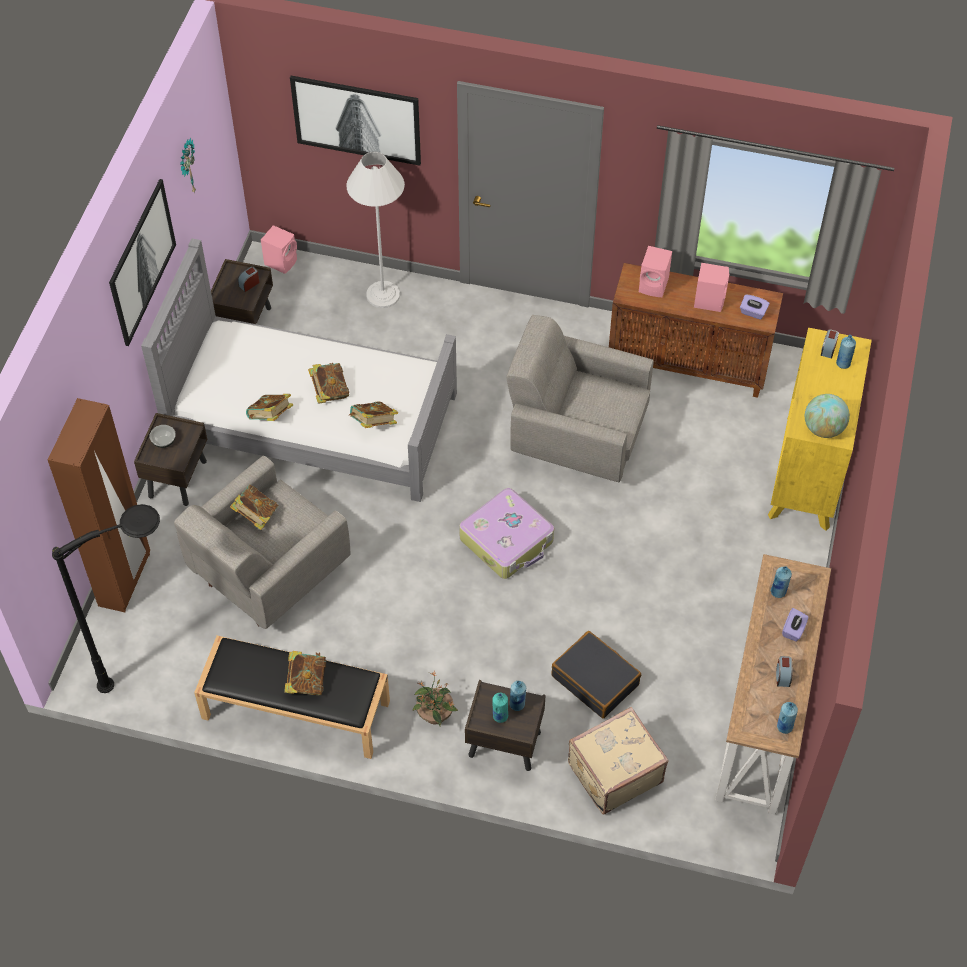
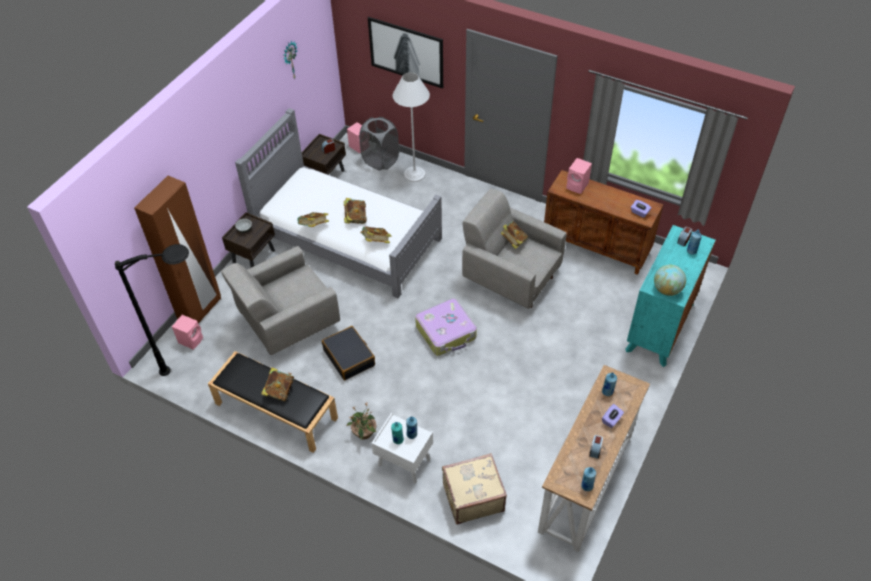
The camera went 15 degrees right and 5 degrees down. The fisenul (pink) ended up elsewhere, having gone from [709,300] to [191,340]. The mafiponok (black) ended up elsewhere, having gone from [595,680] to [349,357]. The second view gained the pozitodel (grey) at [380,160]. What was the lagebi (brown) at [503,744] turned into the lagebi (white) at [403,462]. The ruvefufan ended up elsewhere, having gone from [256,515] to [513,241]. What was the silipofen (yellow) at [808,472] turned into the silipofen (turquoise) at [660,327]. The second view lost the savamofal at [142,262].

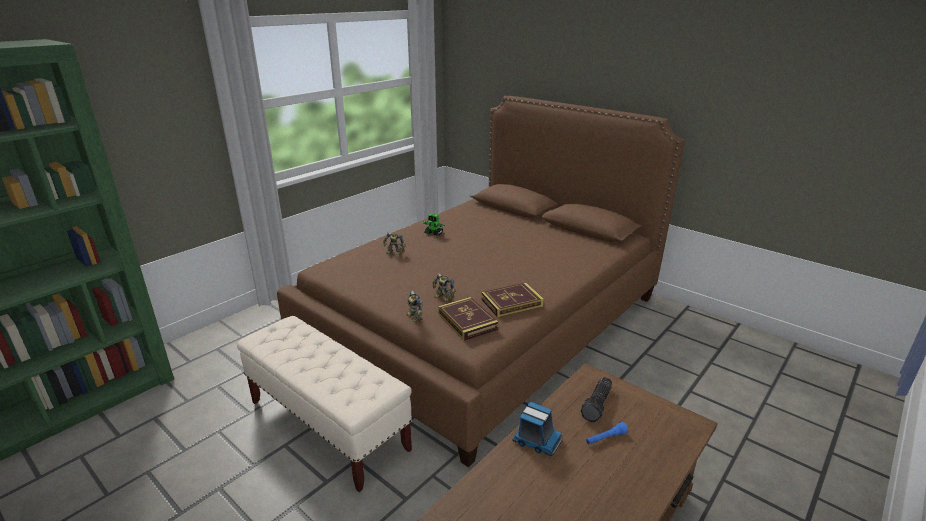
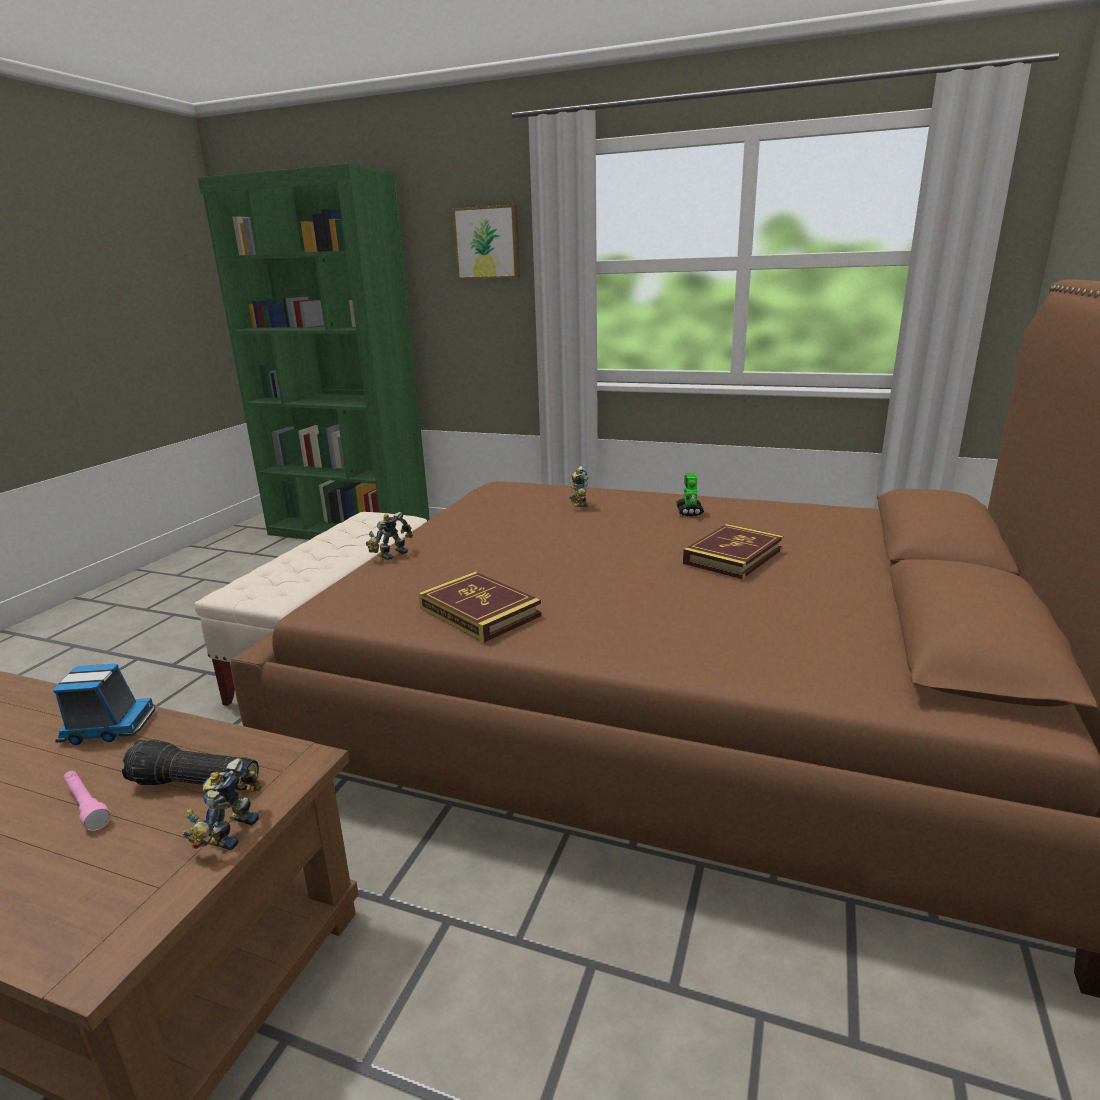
The camera went 70 degrees right and 5 degrees down. The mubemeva at [536,440] ended up facing another way, 105 degrees counterclockwise from before. What was the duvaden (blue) at [605,438] turned into the duvaden (pink) at [86,806]. The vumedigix ended up elsewhere, having gone from [443,298] to [229,831]. The second view gained the savamofal at [488,243]. The ruvefufan ended up elsewhere, having gone from [467,321] to [733,556].

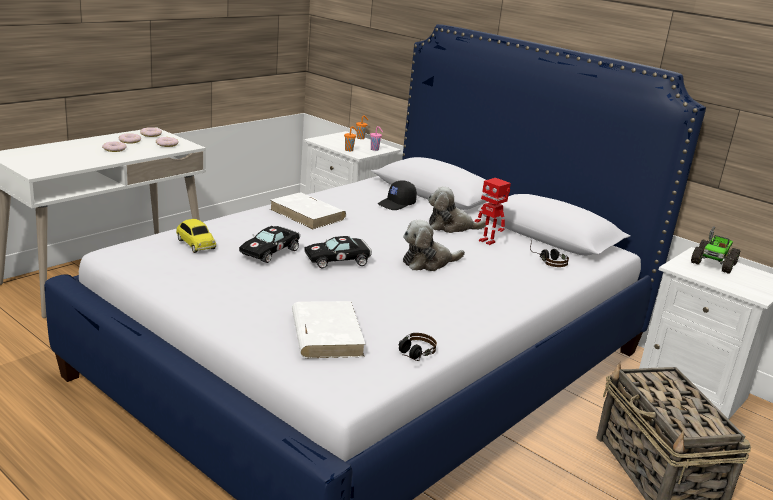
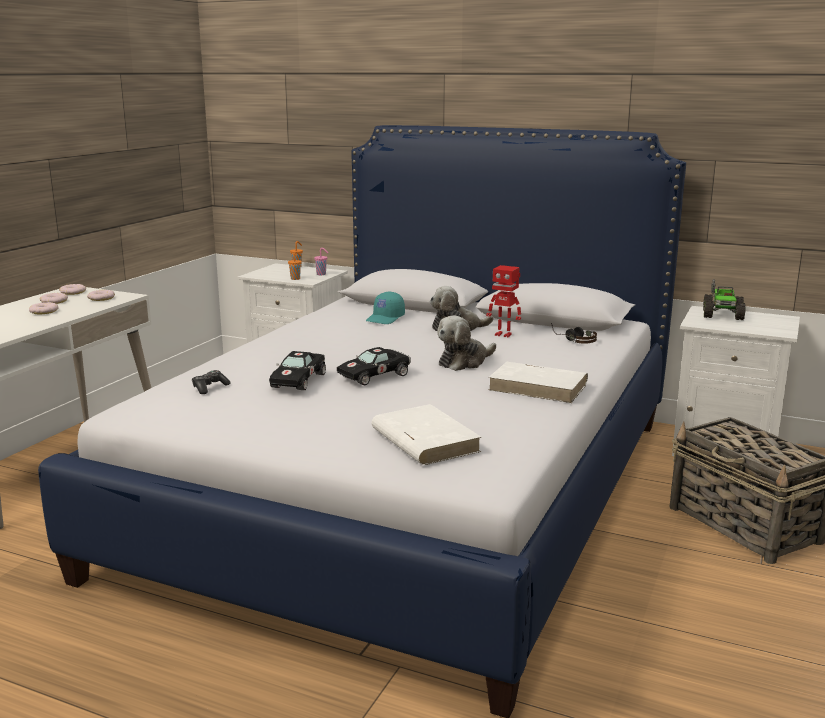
The camera went 15 degrees left and 5 degrees down. Where the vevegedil stood at [195,244], the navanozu came to stand at [209,388]. What was the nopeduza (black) at [397,204] turned into the nopeduza (turquoise) at [386,318]. The ruvefufan (white) ended up elsewhere, having gone from [308,214] to [539,387]. The second view lost the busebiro at [412,356].

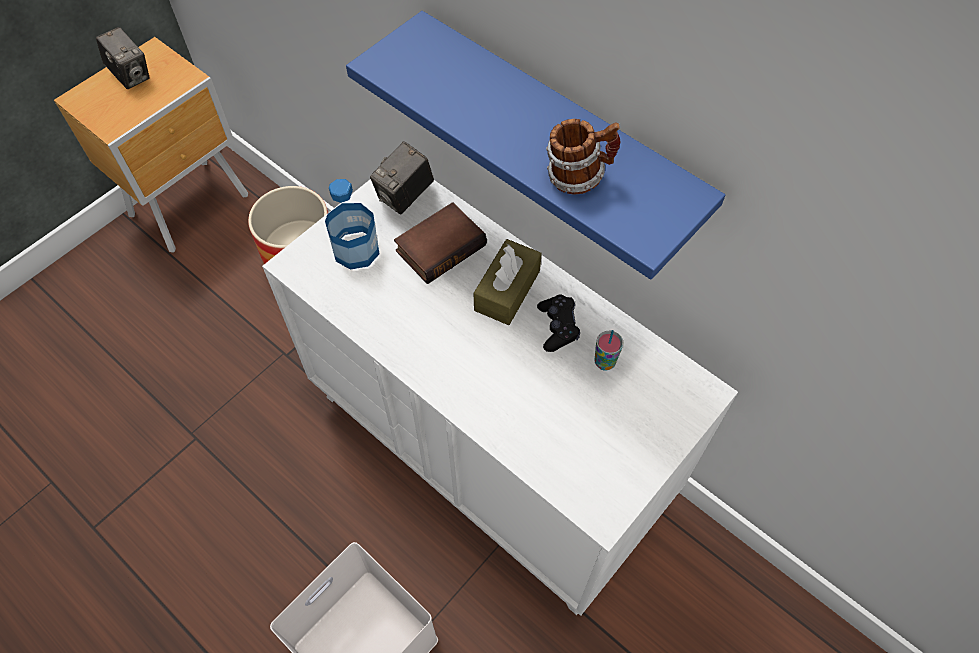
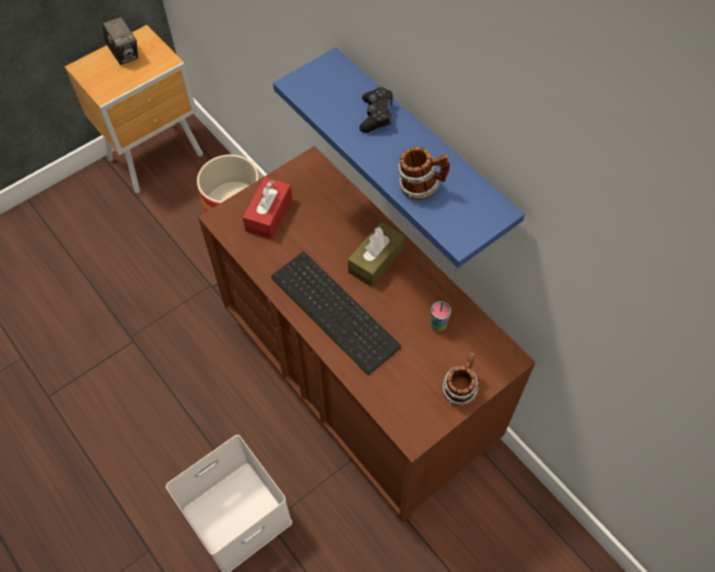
The camera went 10 degrees right and 0 degrees up. What was the silipofen (white) at [490,450] turned into the silipofen (brown) at [359,385]. Where the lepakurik stood at [356,250], the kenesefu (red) came to stand at [269,214]. The second view gained the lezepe at [337,310]. The navanozu (black) ended up elsewhere, having gone from [558,327] to [376,115]. The second view gained the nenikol at [459,389]. The second view lost the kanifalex at [405,196]. The second view lost the ruvefufan at [440,246].

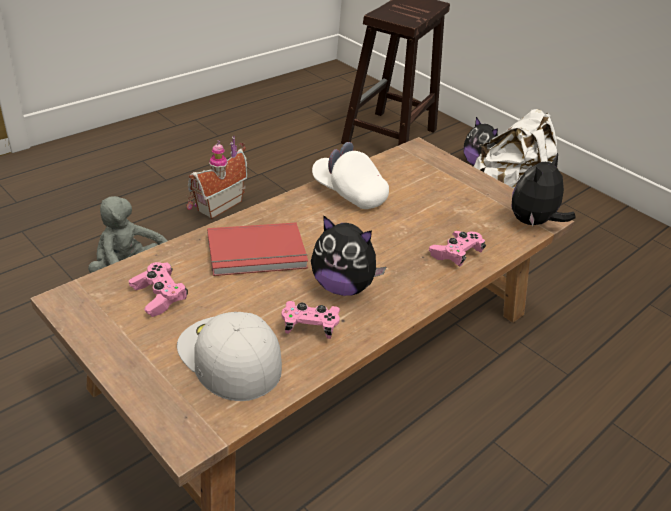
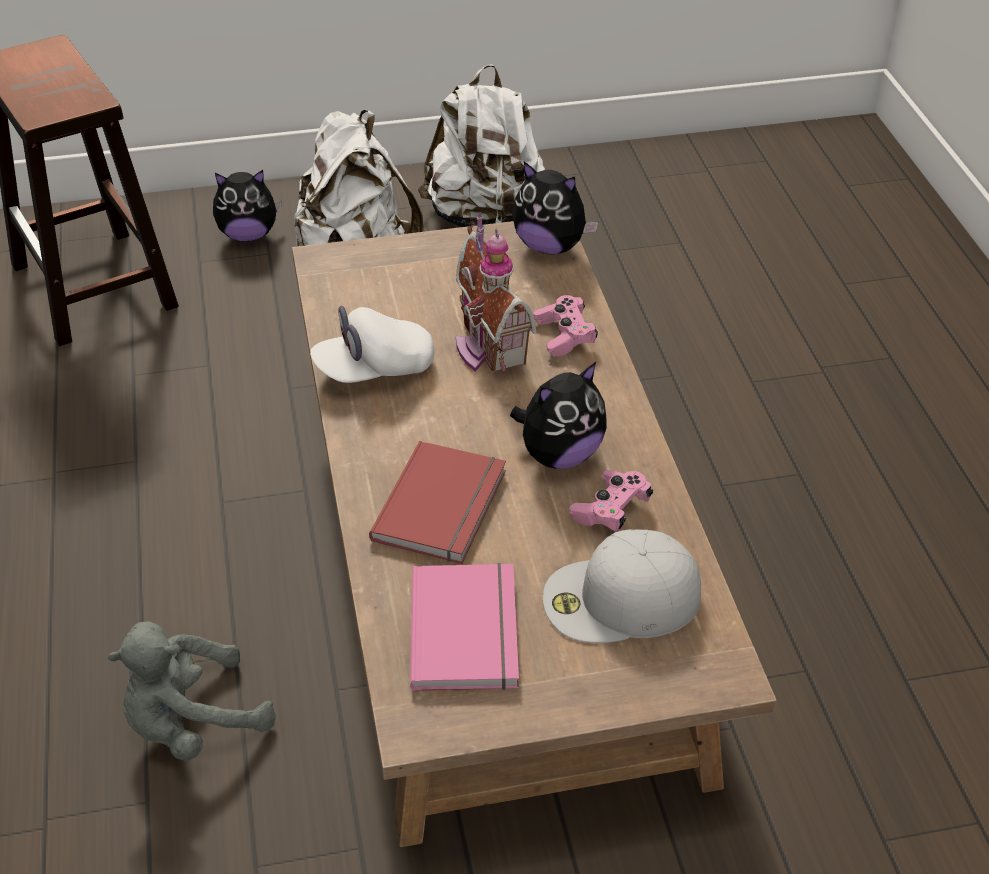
The camera went 55 degrees left and 5 degrees up. Where the navanozu (pink) stood at [159,296], the ruvefufan (pink) came to stand at [469,629]. The second view gained the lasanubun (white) at [486,218]. The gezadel ended up elsewhere, having gone from [216,205] to [487,347]. The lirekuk at [533,223] ended up facing another way, 45 degrees counterclockwise from before.

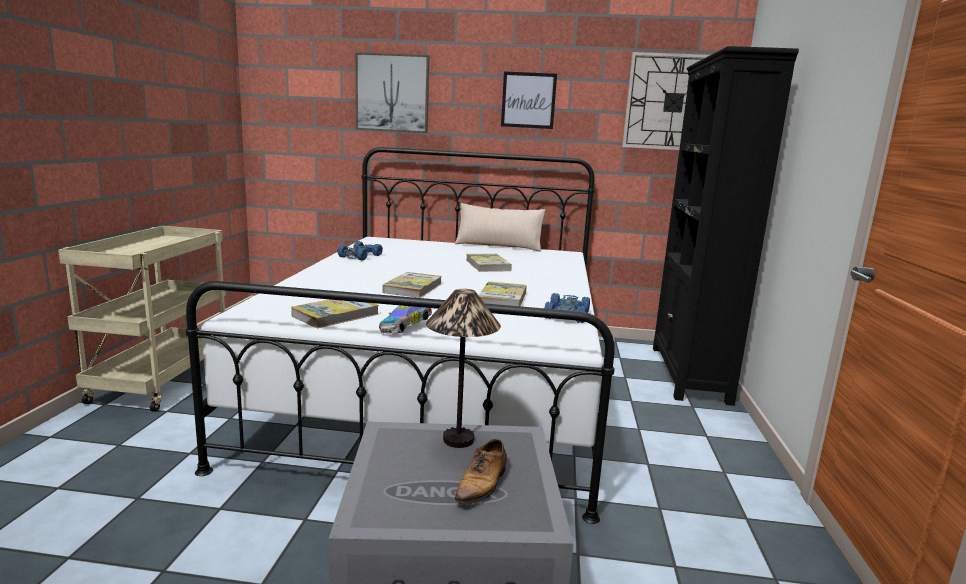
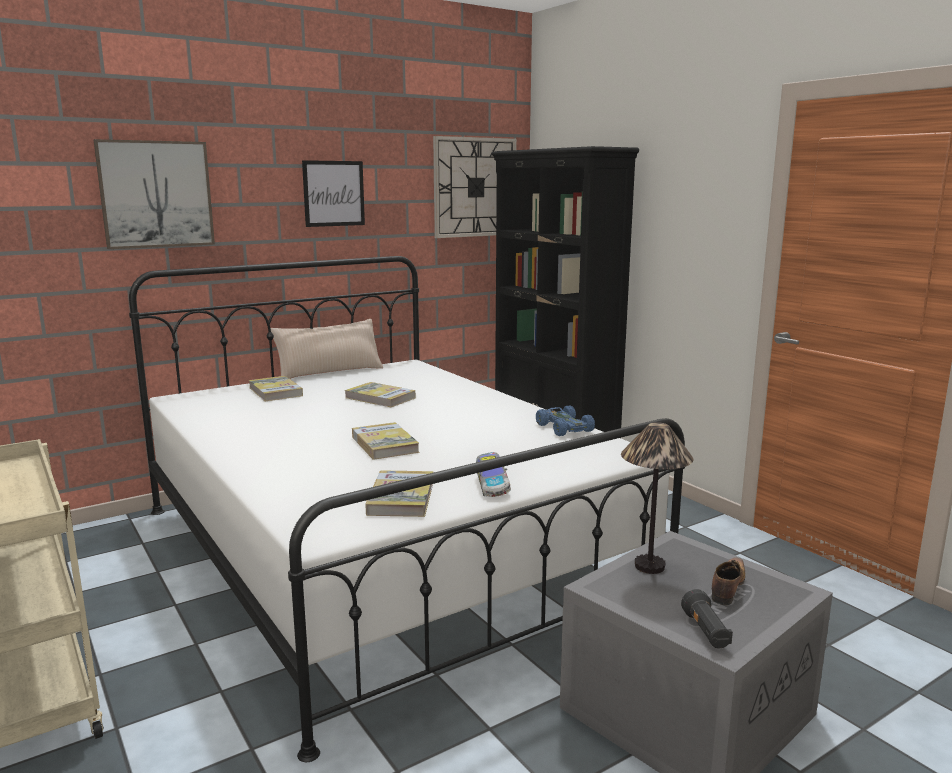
The camera went 40 degrees left and 0 degrees up. The ruvefufan ended up elsewhere, having gone from [502,298] to [275,391]. The second view gained the duvaden (black) at [706,632]. The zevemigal at [482,484] ended up facing another way, 135 degrees counterclockwise from before. The second view lost the vevegedil (blue) at [360,256].

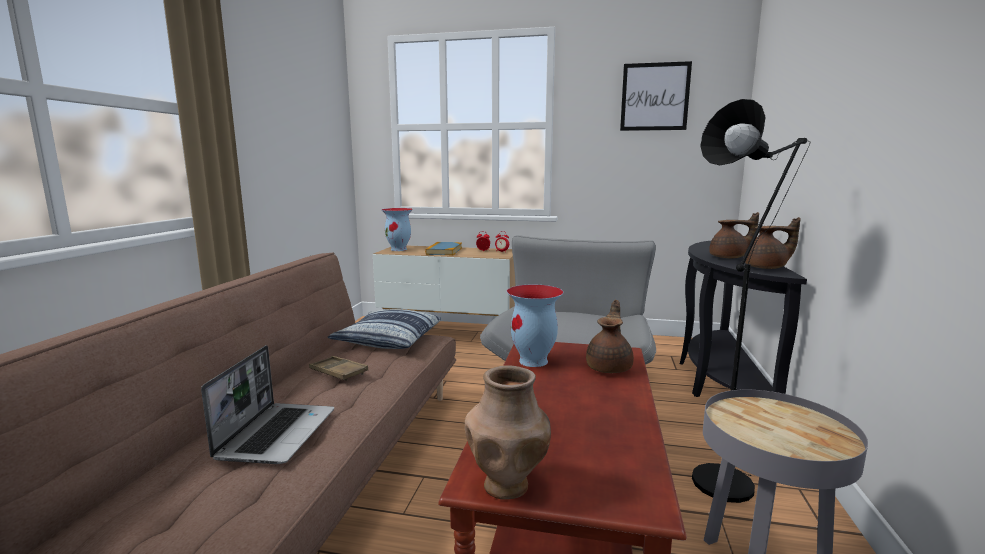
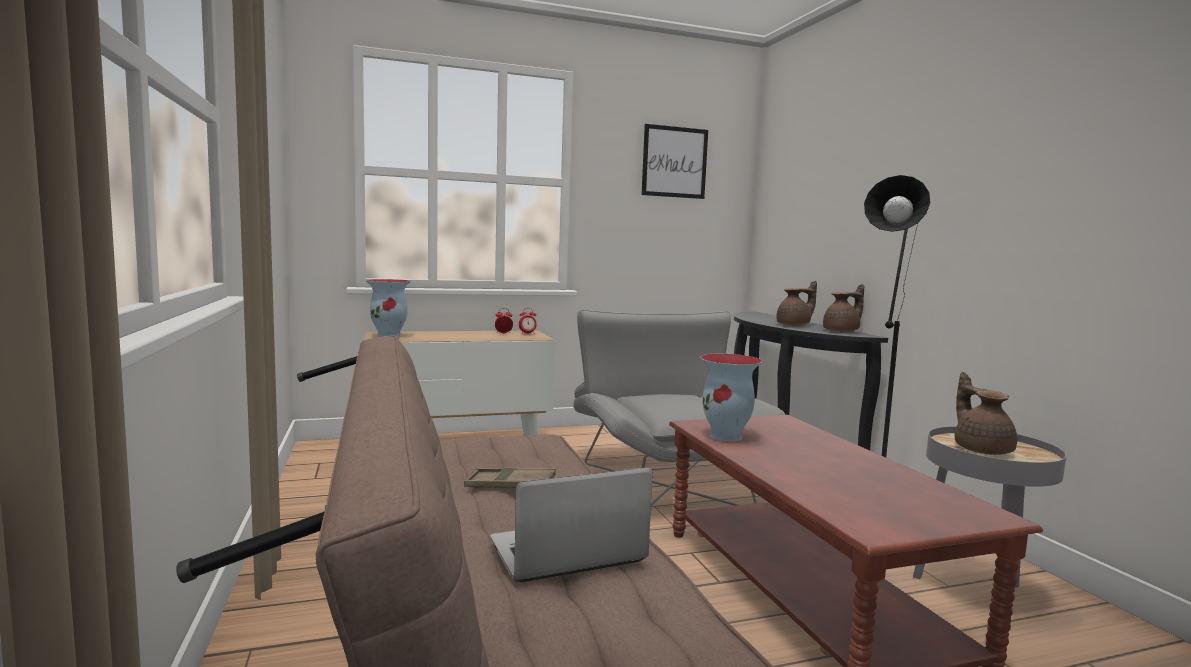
The camera went 30 degrees left and 5 degrees down. The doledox at [277,433] ended up facing another way, 90 degrees counterclockwise from before. The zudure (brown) ended up elsewhere, having gone from [610,367] to [981,449]. The second view lost the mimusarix at [388,339]. The second view lost the ruvefufan at [444,251]. The second view lost the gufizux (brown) at [507,485].

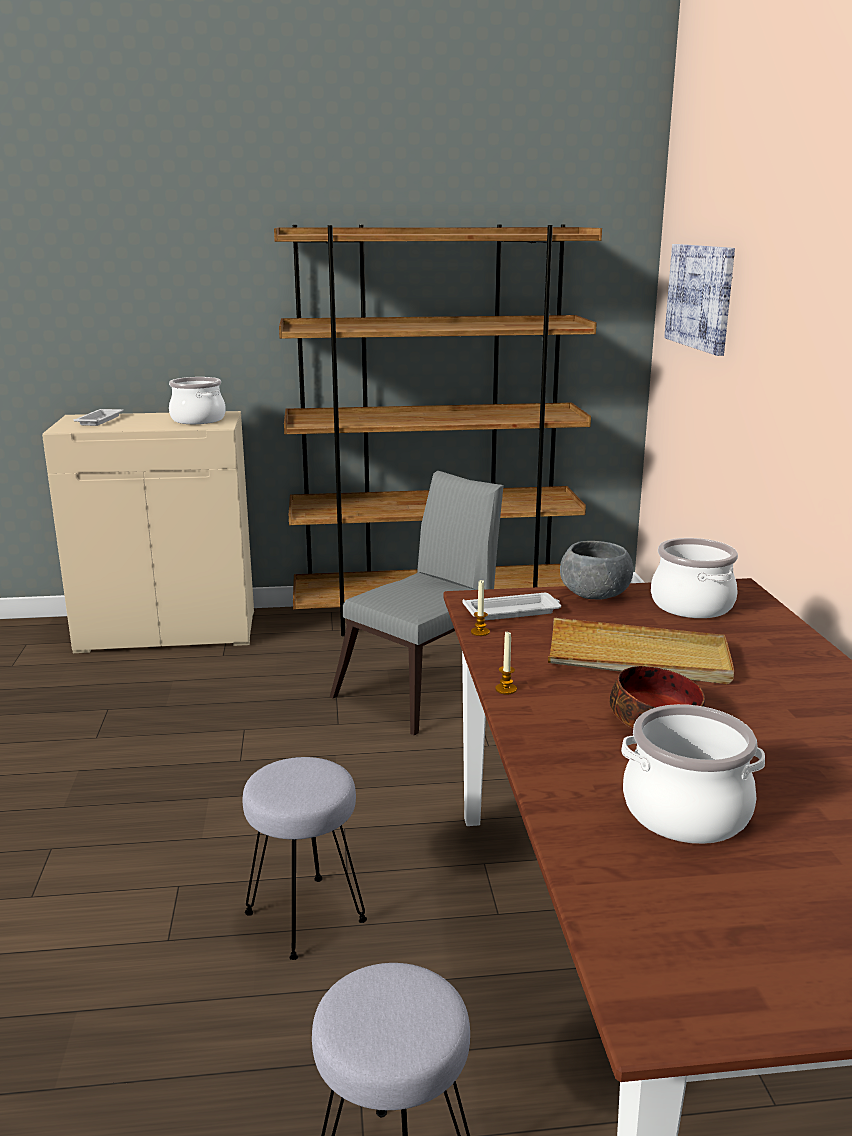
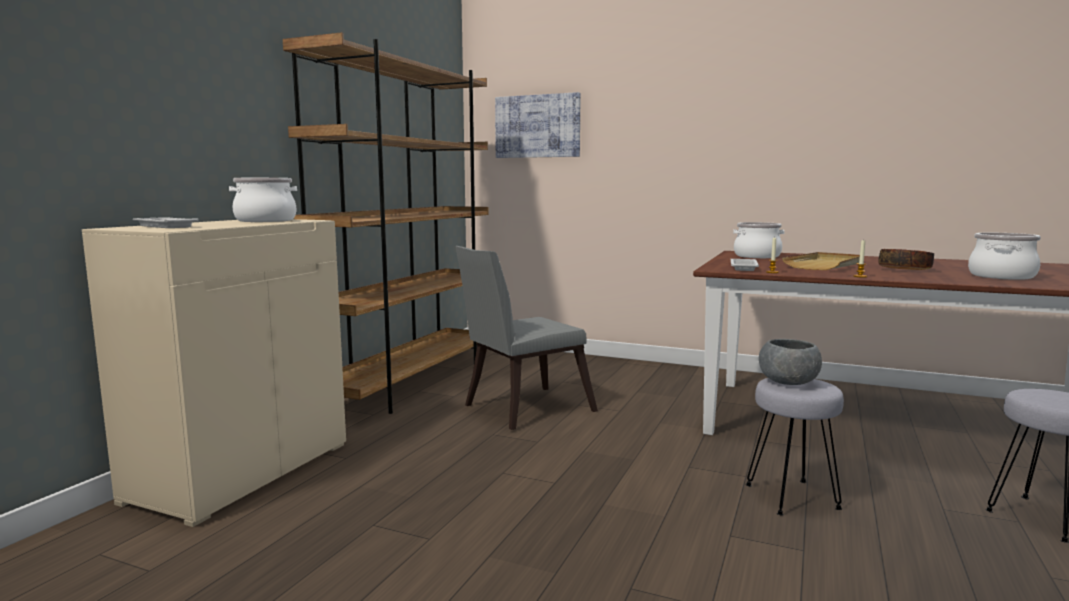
The camera went 60 degrees left and 10 degrees down. The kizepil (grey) at [424,689] ended up facing another way, 105 degrees counterclockwise from before. The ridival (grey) ended up elsewhere, having gone from [595,595] to [788,382].

